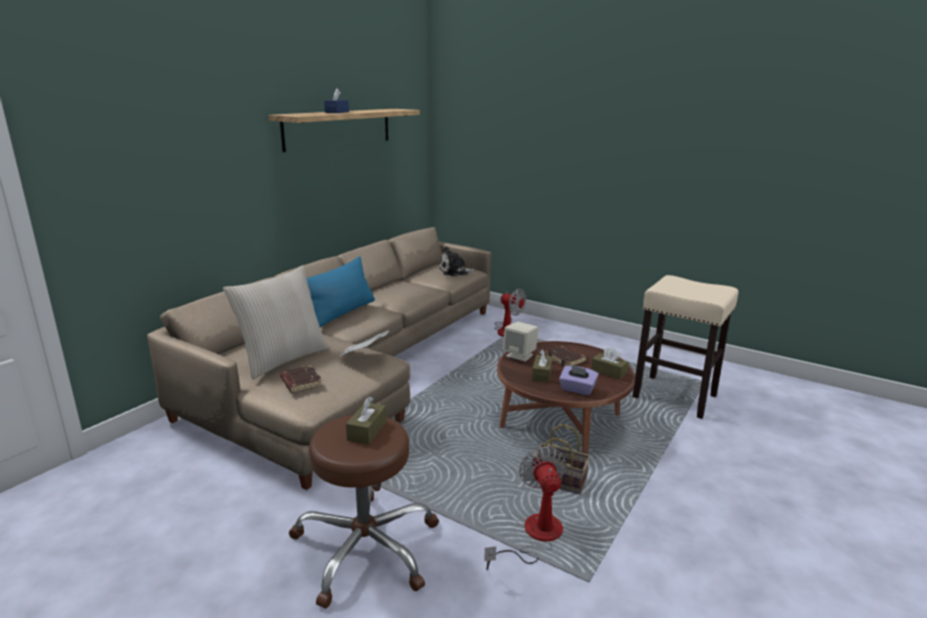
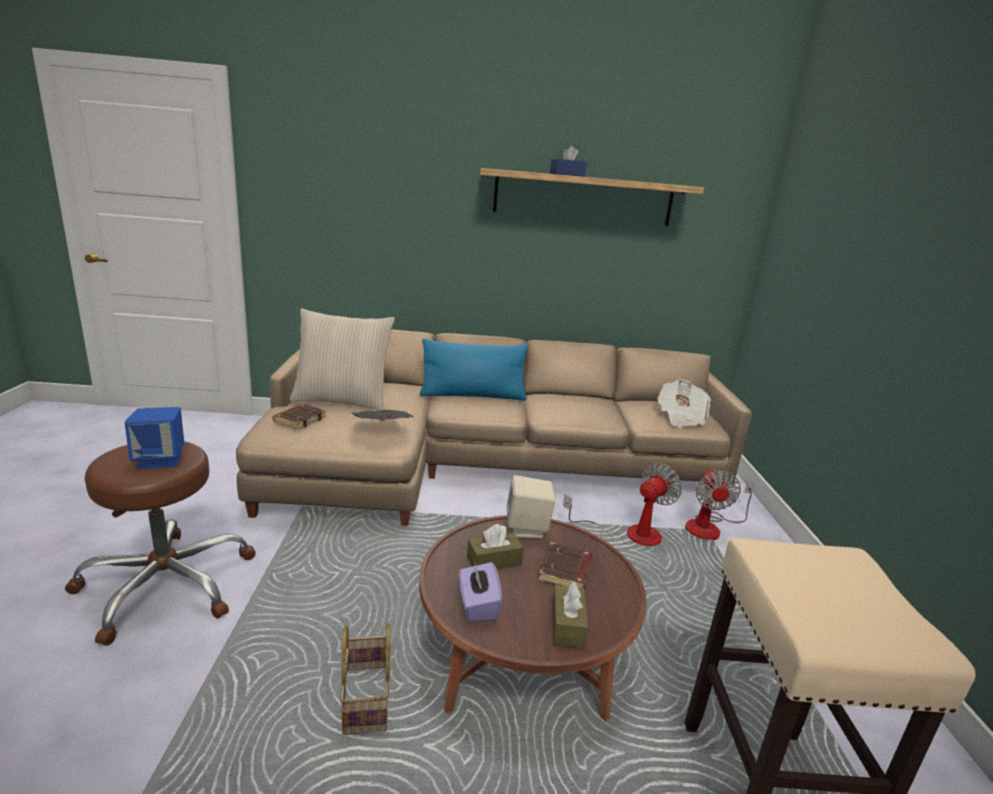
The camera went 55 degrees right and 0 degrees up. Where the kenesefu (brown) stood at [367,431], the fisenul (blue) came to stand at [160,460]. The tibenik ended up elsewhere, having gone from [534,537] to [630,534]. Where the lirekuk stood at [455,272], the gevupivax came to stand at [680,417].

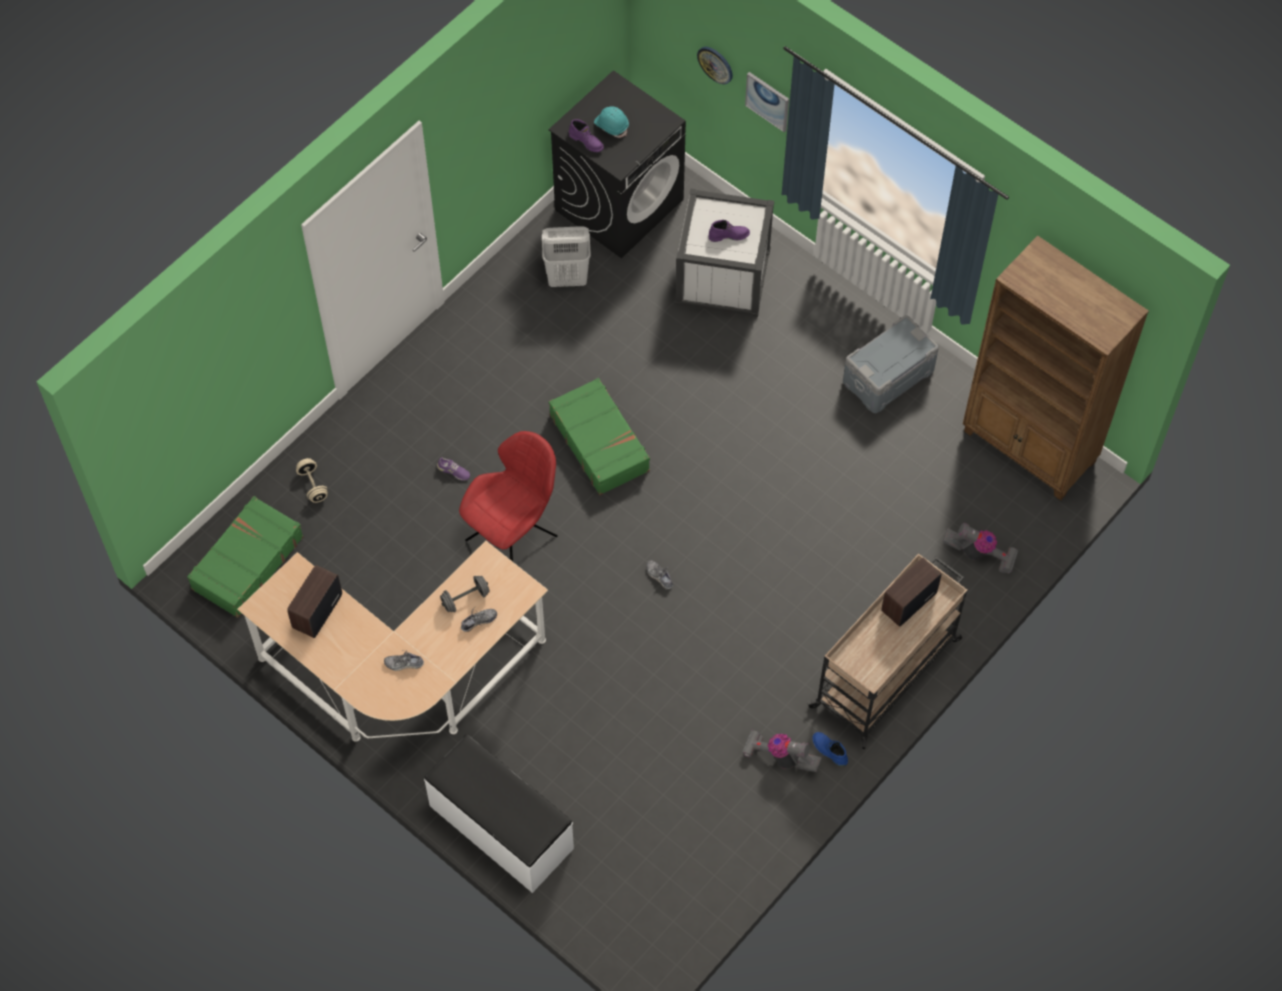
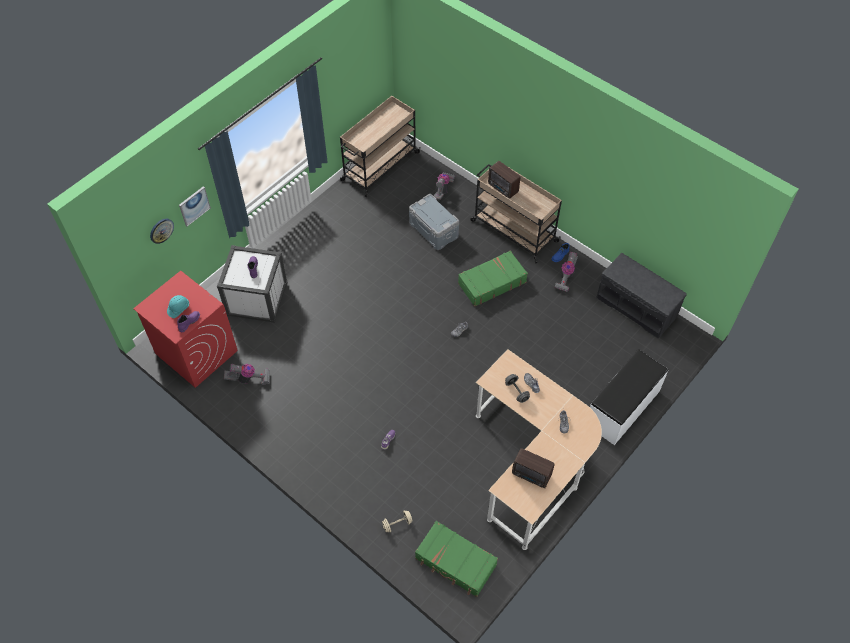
The camera went 90 degrees left and 5 degrees down. What was the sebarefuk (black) at [619,204] turned into the sebarefuk (red) at [195,352]. Where the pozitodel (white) stood at [568,278], the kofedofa came to stand at [249,379]. Where the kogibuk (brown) stood at [1029,447], the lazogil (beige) came to stand at [379,167]. The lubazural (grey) ended up elsewhere, having gone from [889,377] to [434,230]. The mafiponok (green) ended up elsewhere, having gone from [600,442] to [491,282]. The second view gained the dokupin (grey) at [637,307]. The second view lost the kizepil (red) at [514,536].

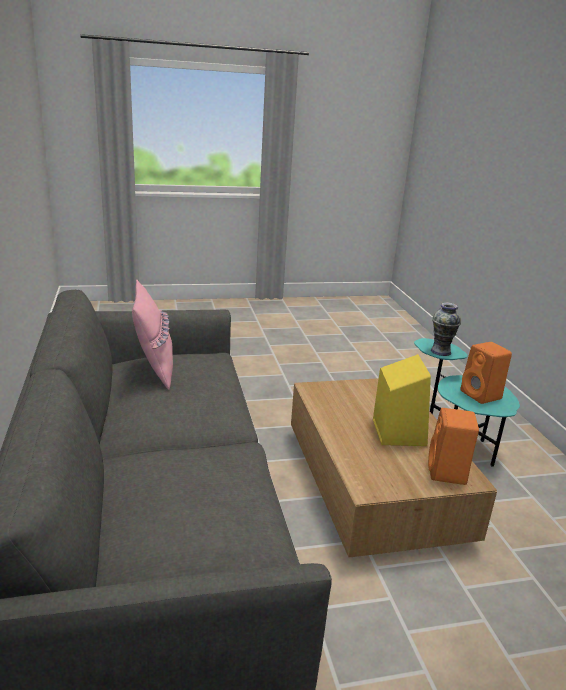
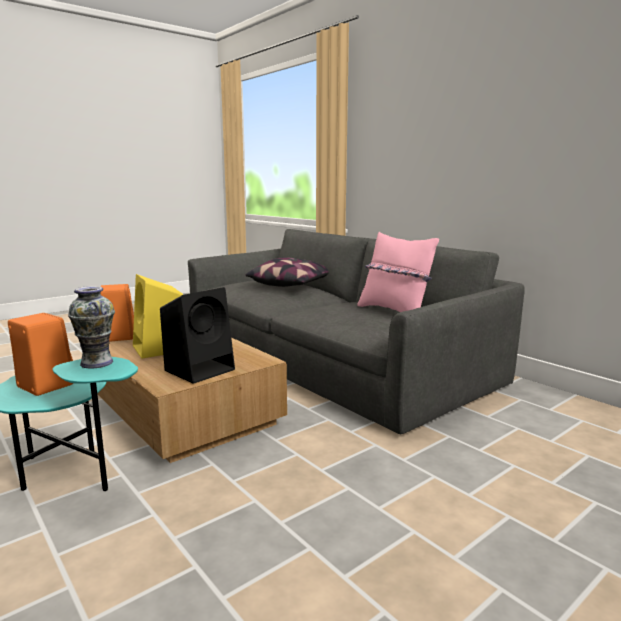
The camera went 155 degrees right and 10 degrees down. The second view gained the fisenul (black) at [201,369]. The second view gained the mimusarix at [291,285].

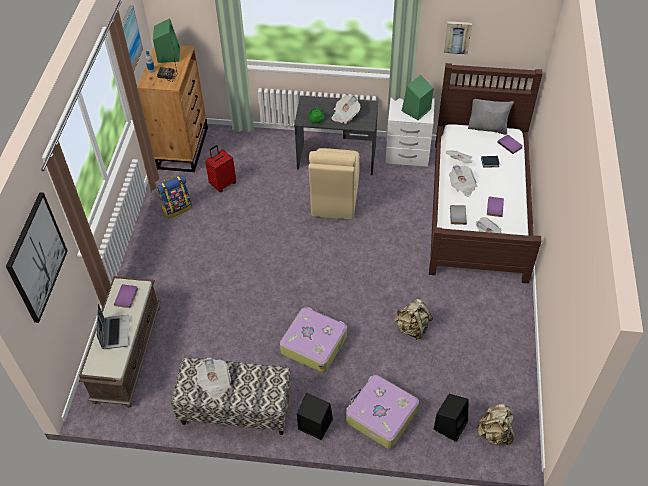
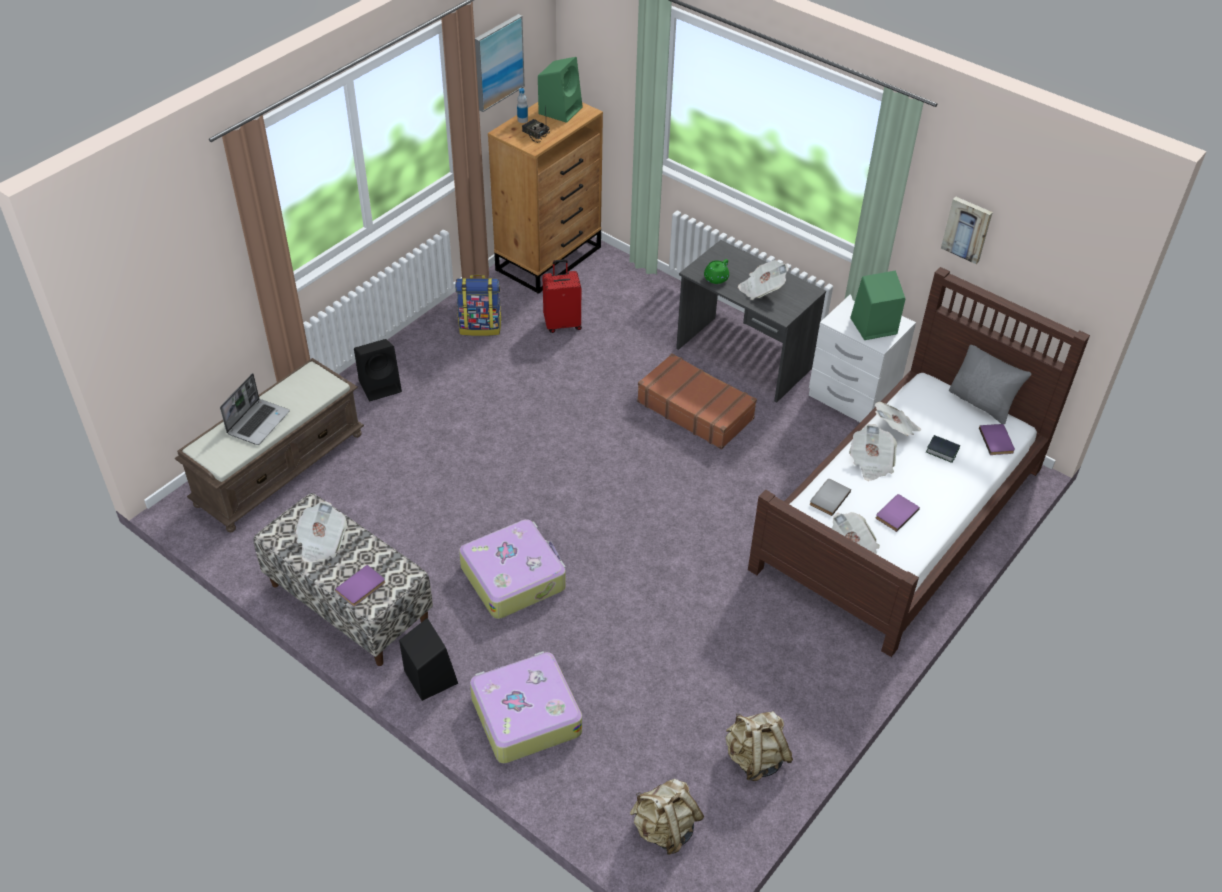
The camera went 30 degrees right and 5 degrees down. The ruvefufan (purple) ended up elsewhere, having gone from [127,297] to [362,587]. The fisenul (black) ended up elsewhere, having gone from [450,424] to [381,385]. Where the kizepil (beige) stood at [334,199], the mafiponok (brown) came to stand at [695,410]. The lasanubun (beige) ended up elsewhere, having gone from [412,328] to [755,758]. The second view lost the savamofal at [36,257].

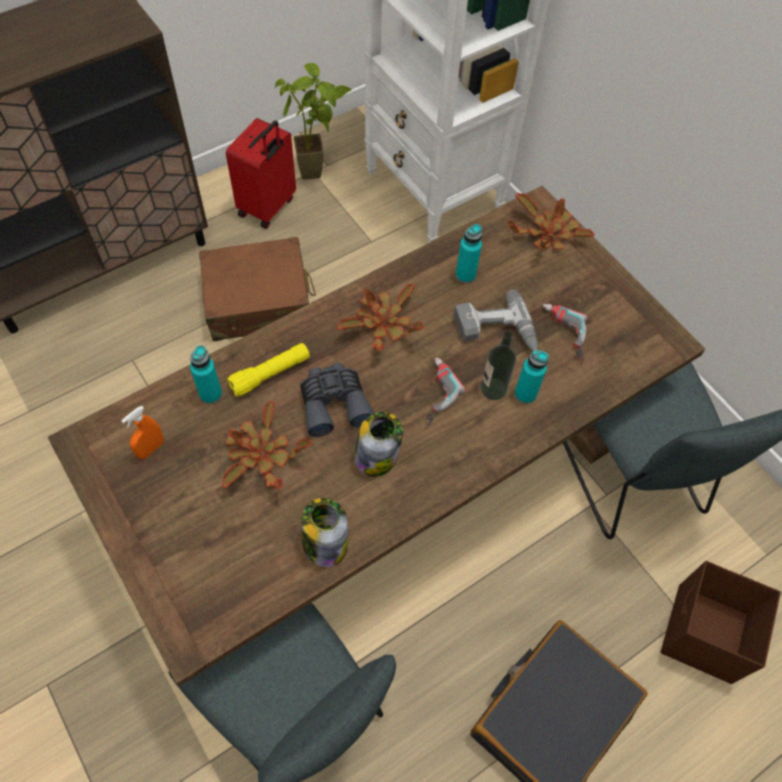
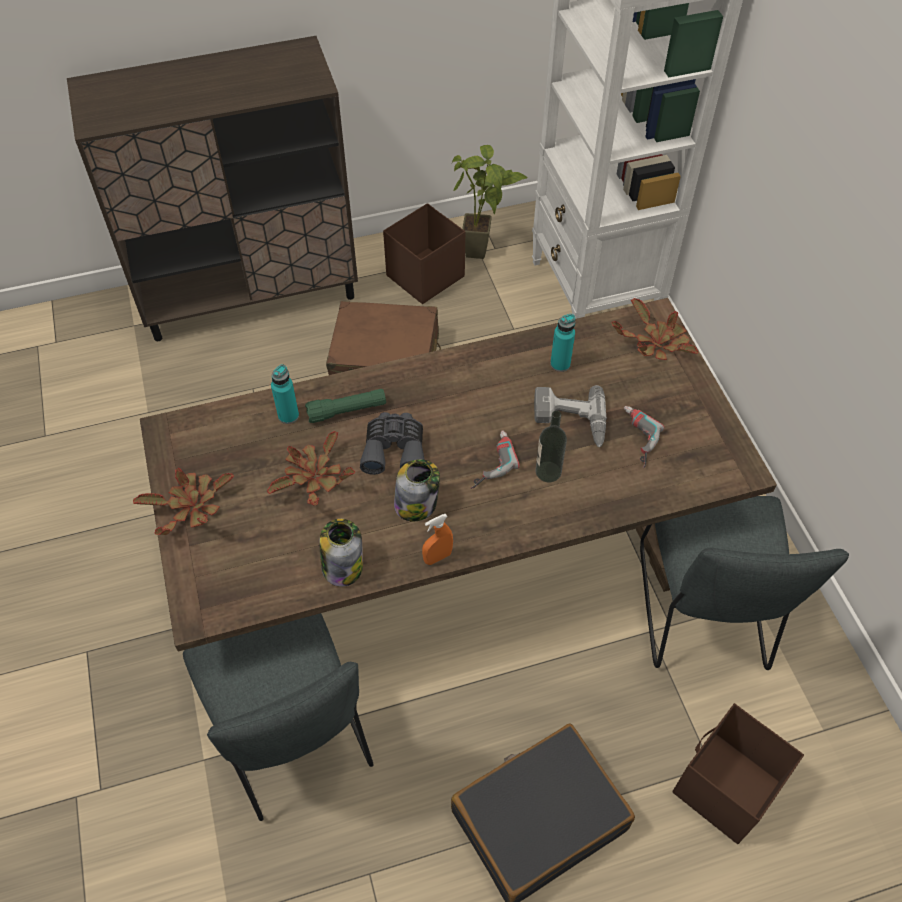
The camera went 20 degrees right and 5 degrees down. The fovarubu ended up elsewhere, having gone from [382,324] to [191,507]. What was the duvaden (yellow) at [270,374] turned into the duvaden (green) at [347,411]. Where the mafiponok (red) stood at [268,207], the lubazural (brown) came to stand at [424,276]. The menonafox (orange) ended up elsewhere, having gone from [151,449] to [437,557]. The second view lost the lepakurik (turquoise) at [525,394].

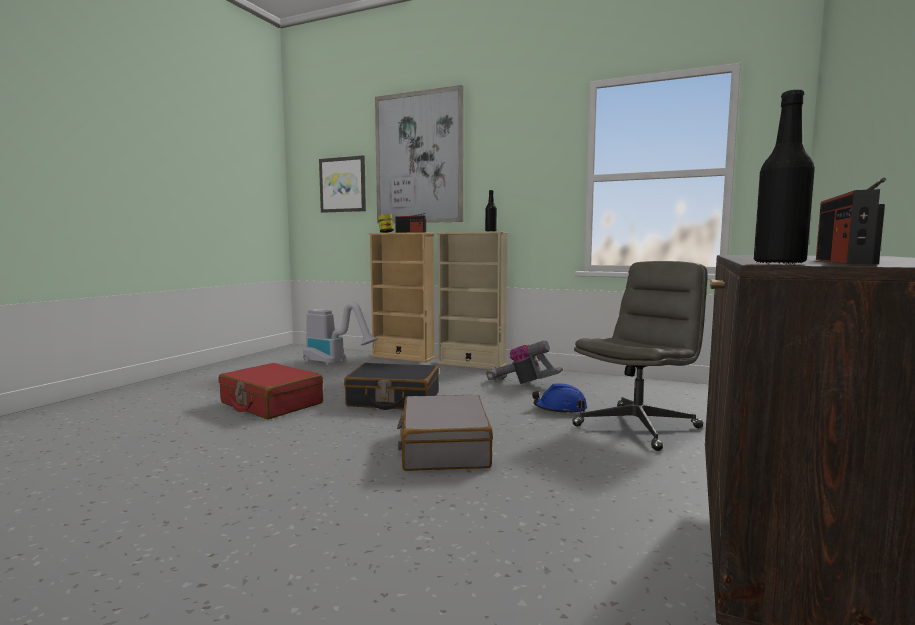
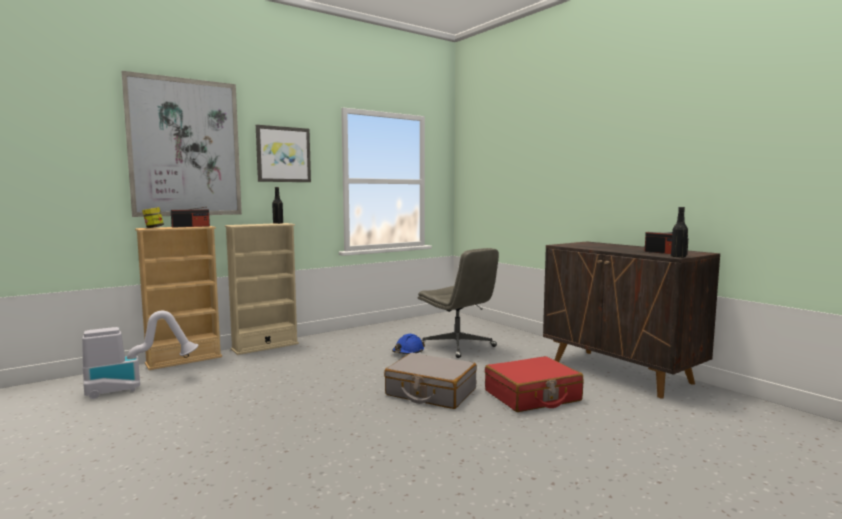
The camera went 60 degrees left and 0 degrees up. The savamofal ended up elsewhere, having gone from [343,185] to [283,154]. The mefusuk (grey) at [637,426] ended up facing another way, 150 degrees clockwise from before. The mafiponok (red) ended up elsewhere, having gone from [271,403] to [532,396]. The second view lost the mafiponok (black) at [393,400]. The second view lost the kofedofa at [522,383].

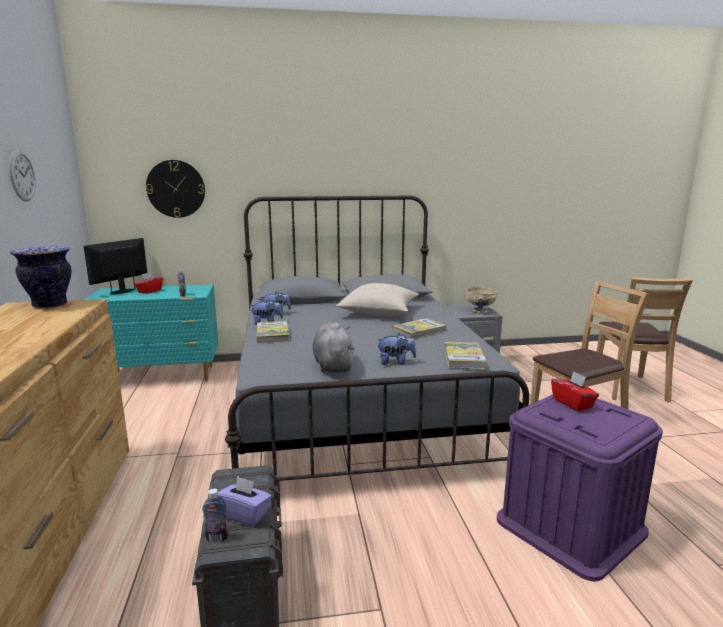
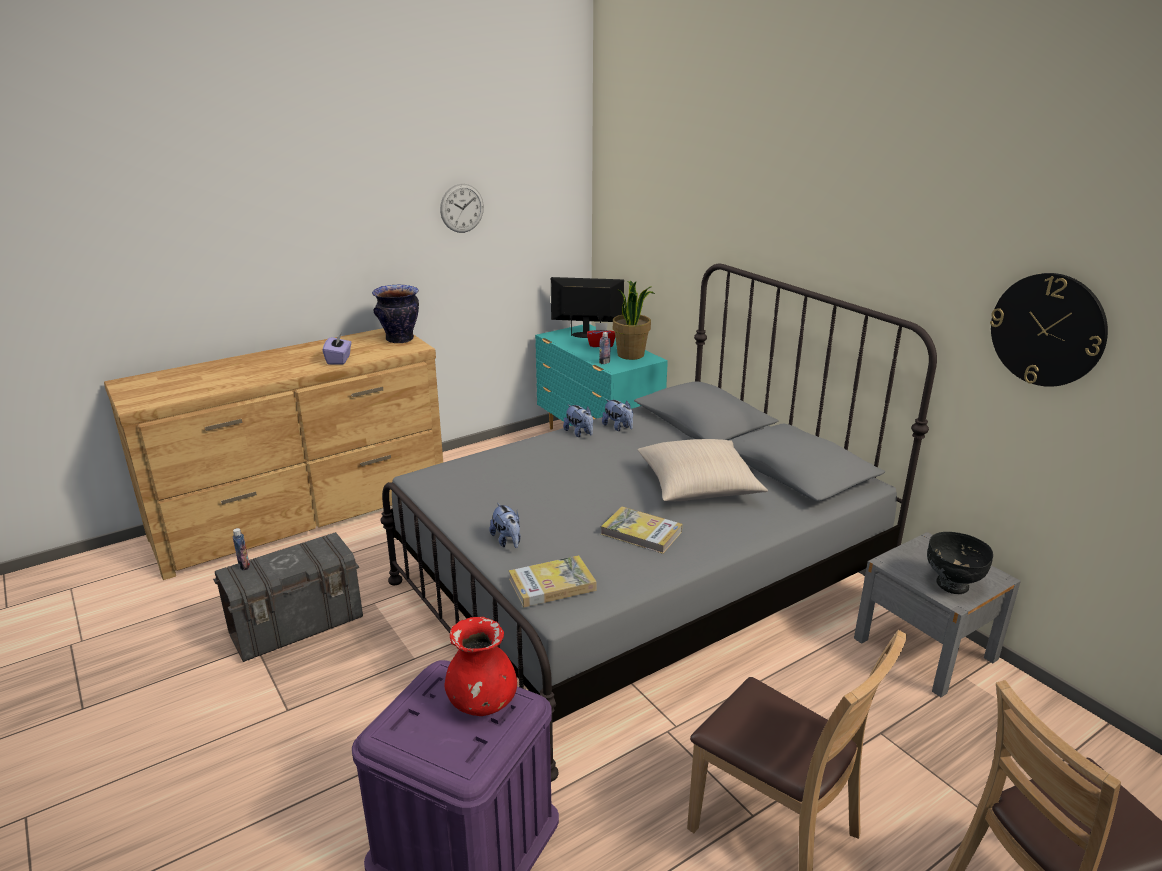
The camera went 65 degrees right and 10 degrees up. The kenesefu (purple) ended up elsewhere, having gone from [244,514] to [339,360]. Where the kenesefu (red) stood at [572,403], the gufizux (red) came to stand at [482,703]. The second view gained the fovarubu at [631,355]. What was the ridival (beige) at [480,311] turned into the ridival (black) at [952,585]. The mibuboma ended up elsewhere, having gone from [176,189] to [1047,330]. The second view lost the ruvefufan at [272,334]. The second view lost the lirekuk (grey) at [333,365].

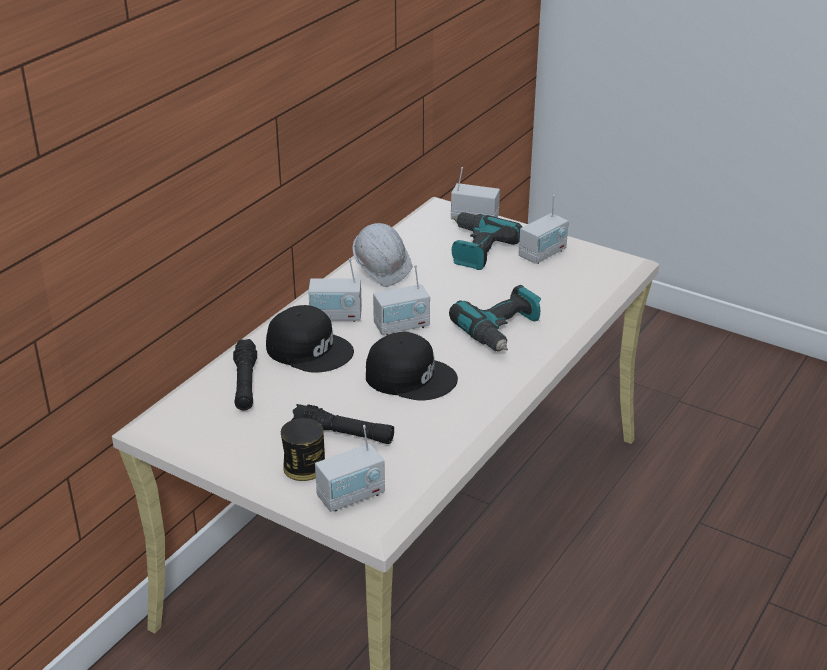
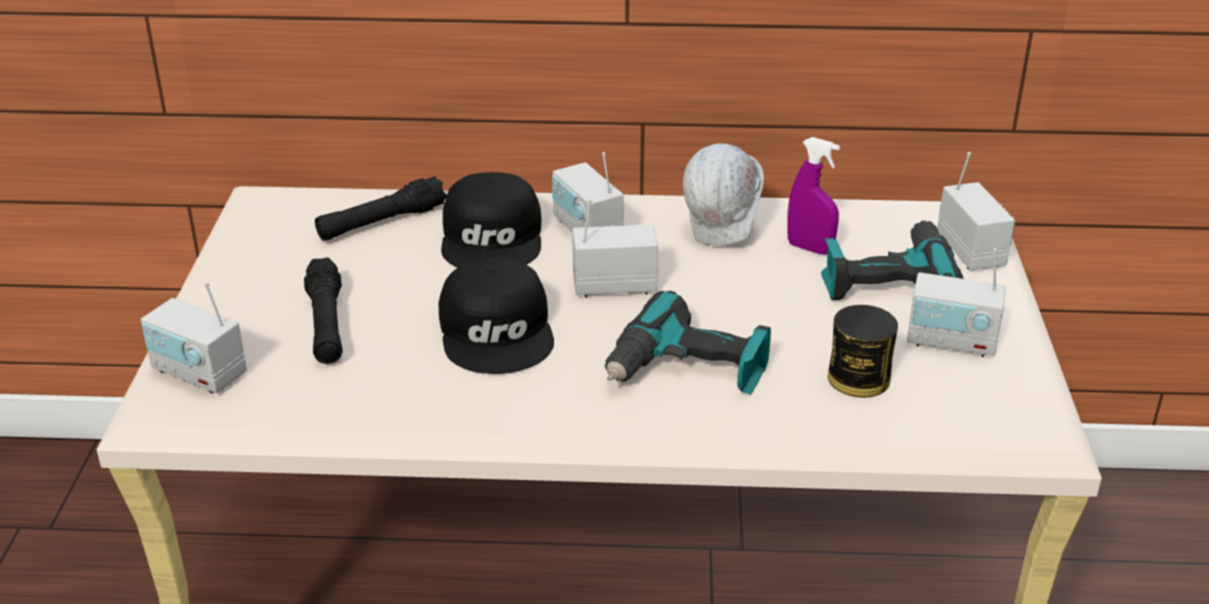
The camera went 60 degrees right and 0 degrees up. The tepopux at [402,326] ended up facing another way, 135 degrees clockwise from before. The second view gained the menonafox (purple) at [809,248]. The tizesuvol ended up elsewhere, having gone from [304,467] to [858,378].

